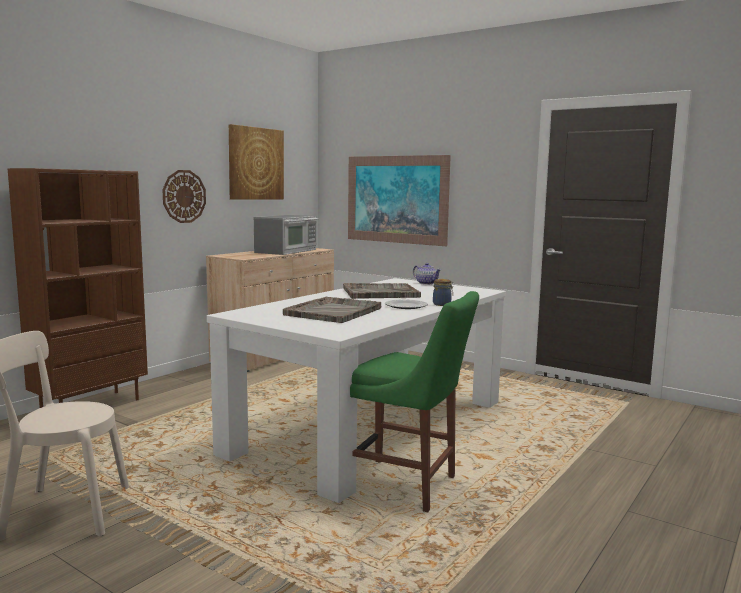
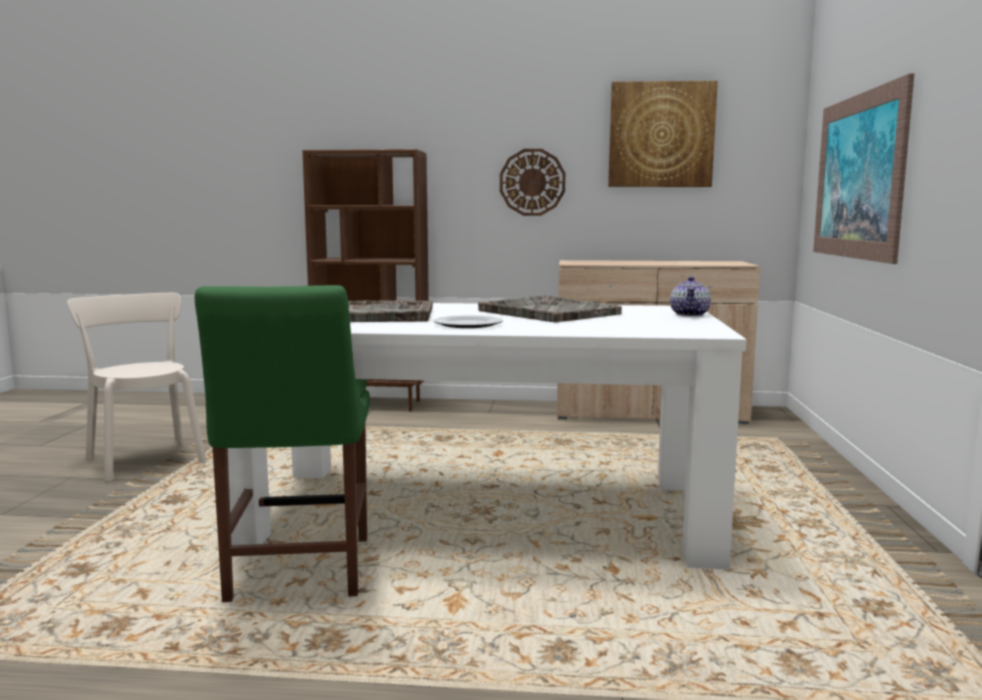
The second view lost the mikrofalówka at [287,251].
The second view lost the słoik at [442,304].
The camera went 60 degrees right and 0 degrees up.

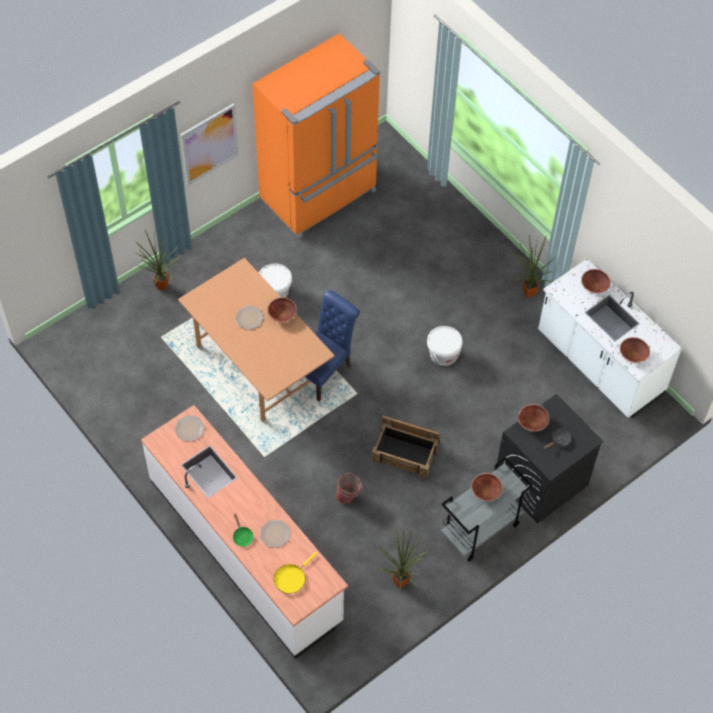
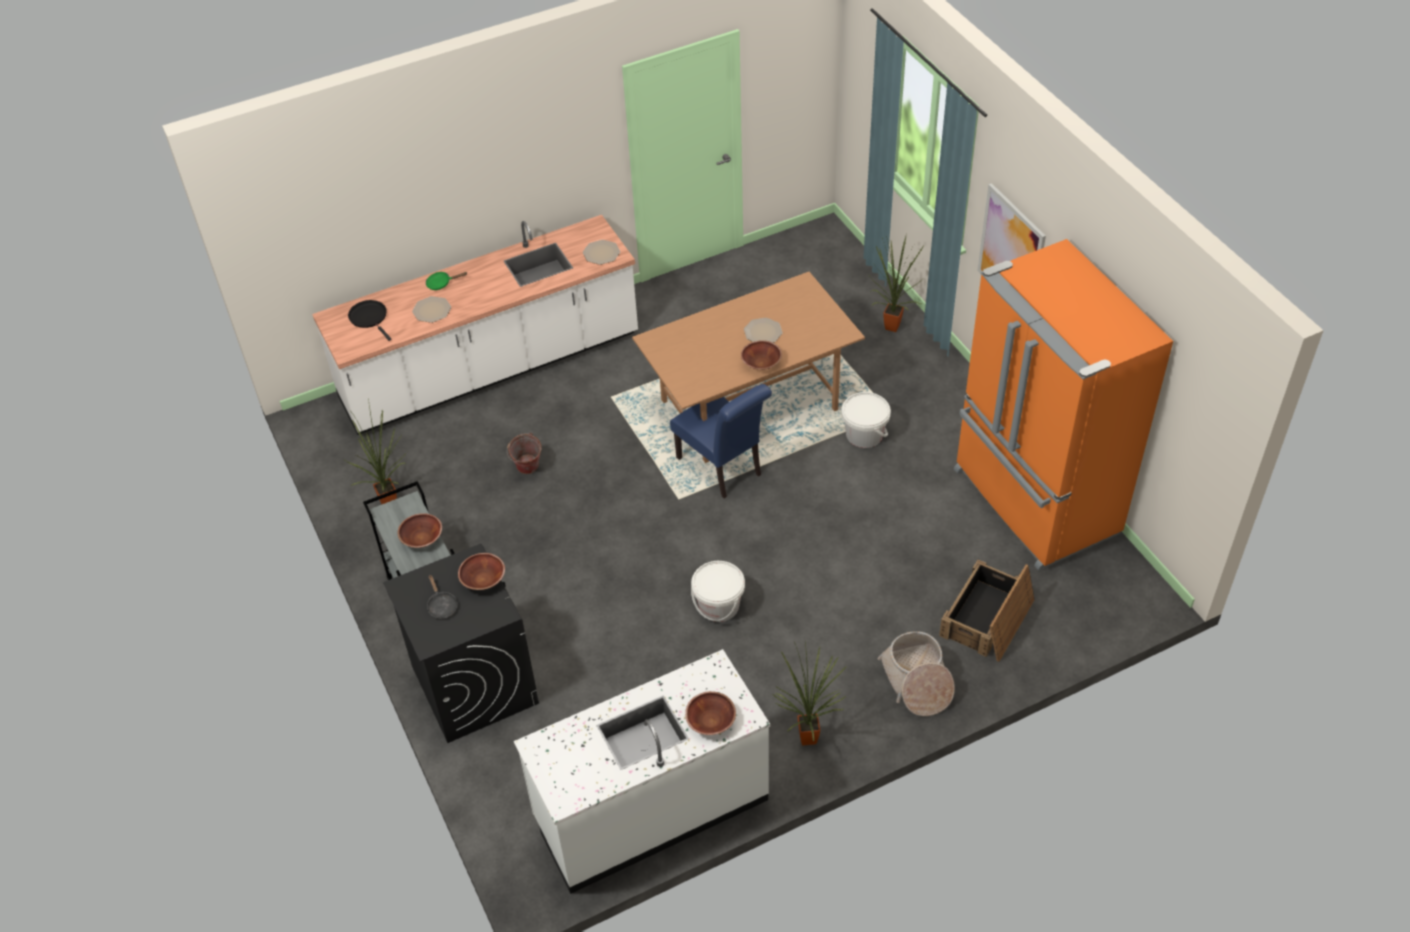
What was the patelnia (żółty) at [291,578] turned into the patelnia (czarny) at [370,318].
The second view gained the koszyk at [917,682].
The skrzynka ended up elsewhere, having gone from [406,451] to [987,619].
The second view lost the miska (brązowy) at [633,354].
The camera went 105 degrees right and 10 degrees down.

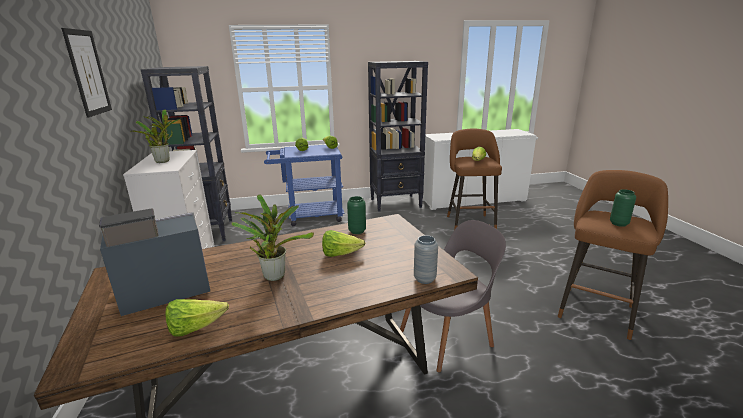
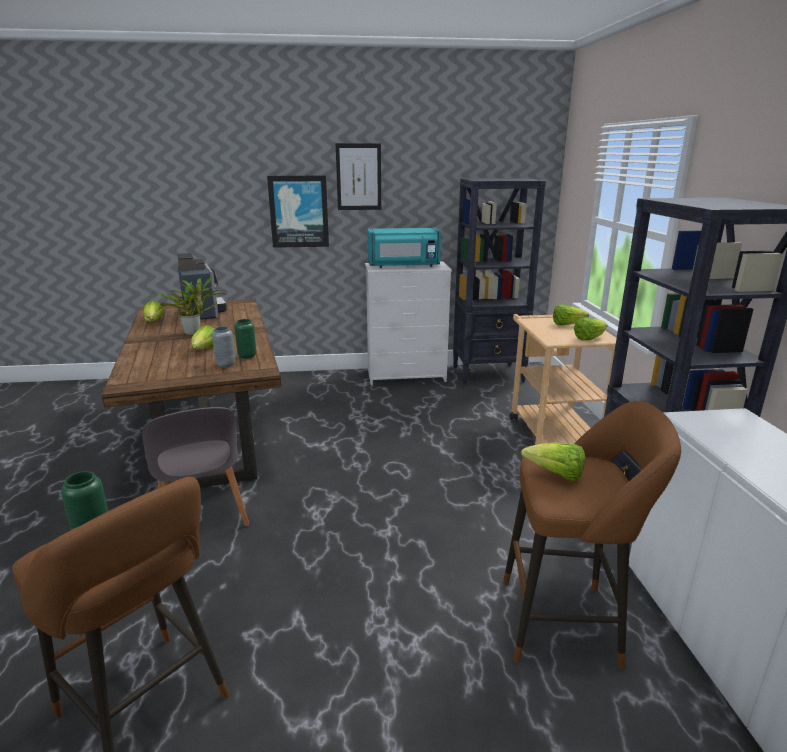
The wazon (szary) ended up elsewhere, having gone from [424,279] to [225,365].
The second view gained the obraz at [299,211].
Where the roślina doniczkowa stood at [164,161], the mikrofalówka (turkusowy) came to stand at [404,266].
What was the wózek (niebieski) at [309,216] turned into the wózek (beżowy) at [550,429].
The camera went 95 degrees right and 0 degrees up.

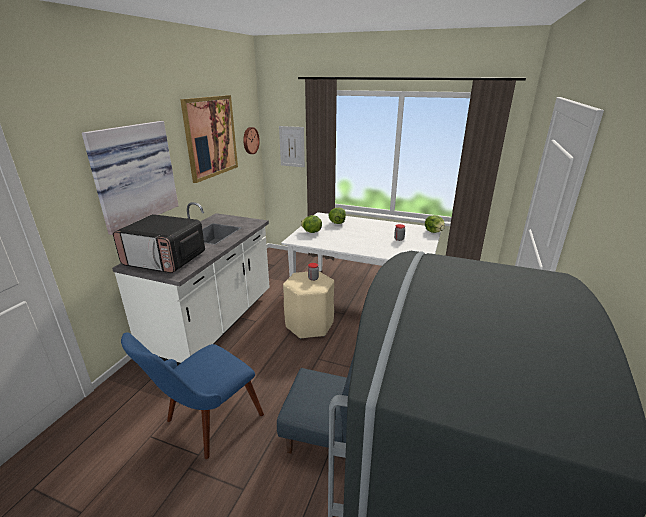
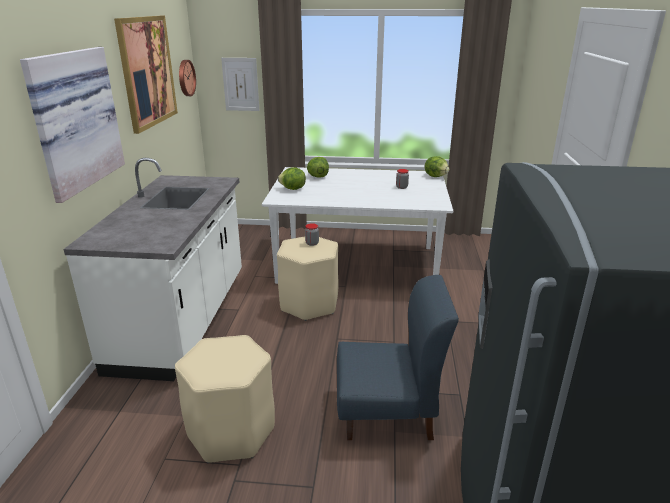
Where the krzesło (niebieski) stood at [205,424], the stołek (beżowy) came to stand at [231,432].
The second view lost the mikrofalówka at [165,260].
The camera went 15 degrees left and 0 degrees up.

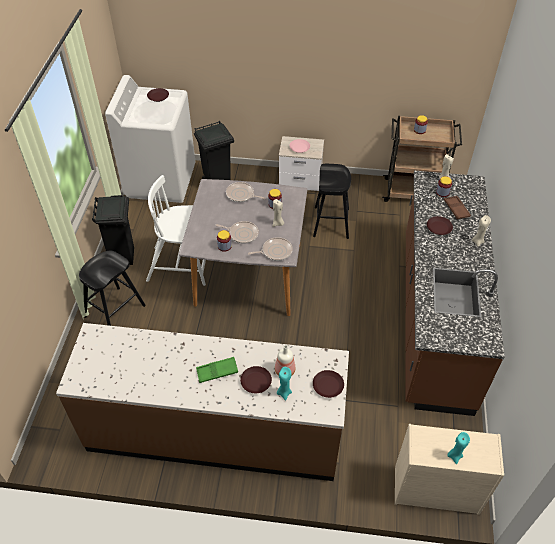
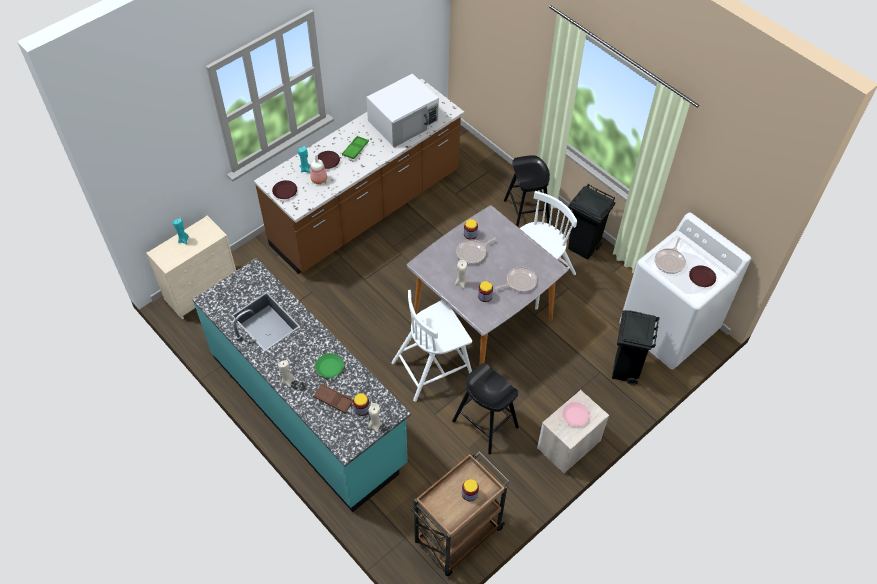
What was the zabudowa kuchenna (brązowy) at [434,318] turned into the zabudowa kuchenna (turkusowy) at [308,409].
What was the talerz (brązowy) at [439,228] turned into the talerz (zielony) at [329,367].
The second view gained the mikrofalówka (biały) at [404,121].
The second view gained the krzesło (biały) at [433,368].
The patelnia ended up elsewhere, having gone from [275,251] to [670,261].
The camera went 130 degrees right and 5 degrees up.

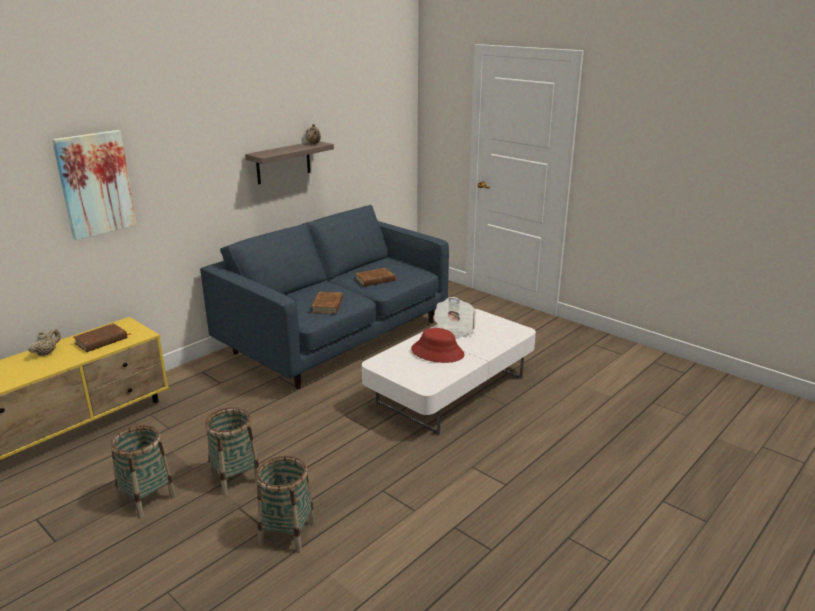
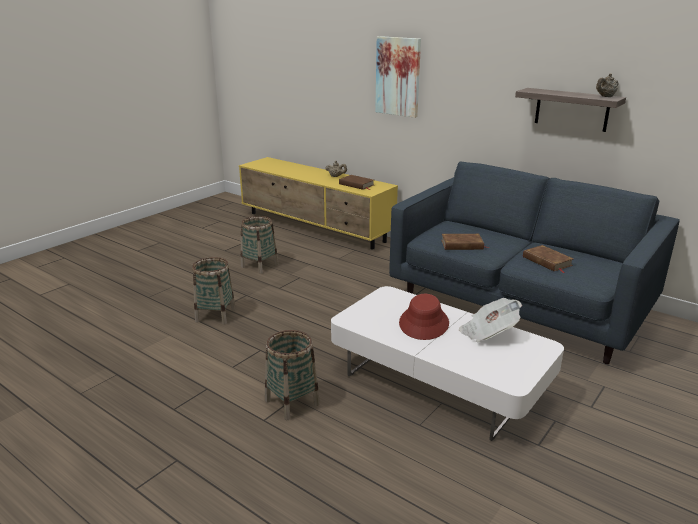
The koszyk ended up elsewhere, having gone from [235,478] to [292,402].
The camera went 85 degrees right and 0 degrees up.

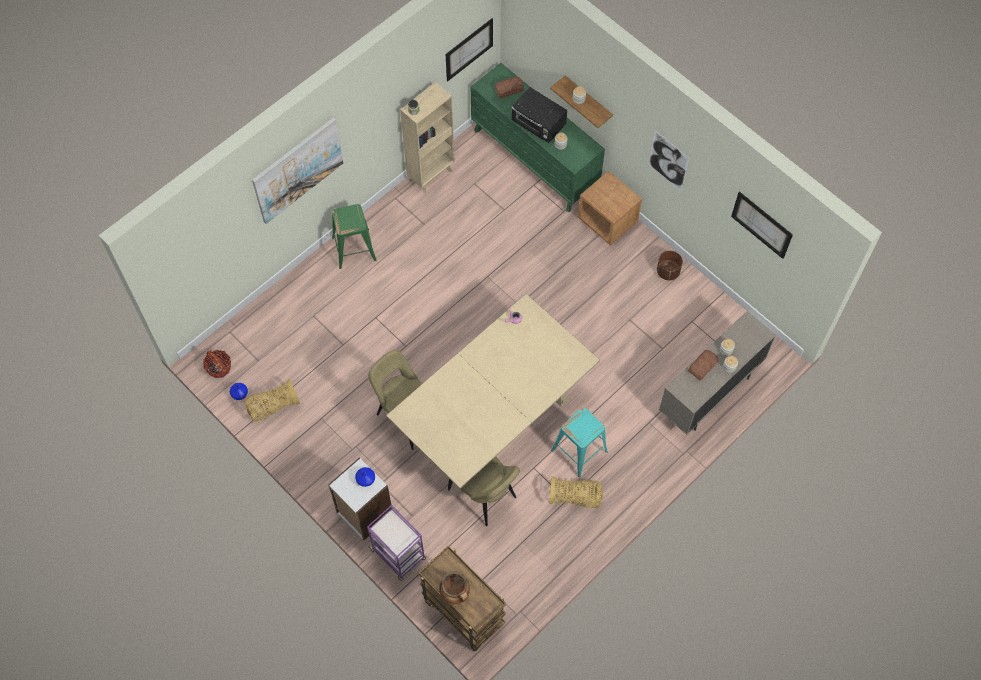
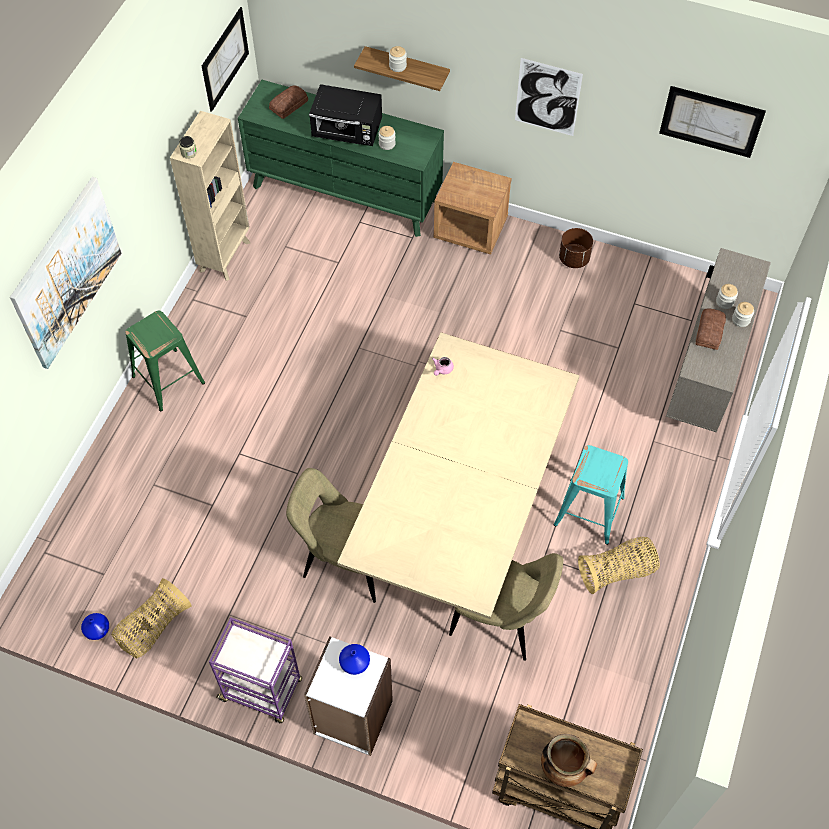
The wózek (fioletowy) ended up elsewhere, having gone from [398,555] to [262,690].
The second view lost the koszyk at [219,367].
The camera went 25 degrees left and 5 degrees down.

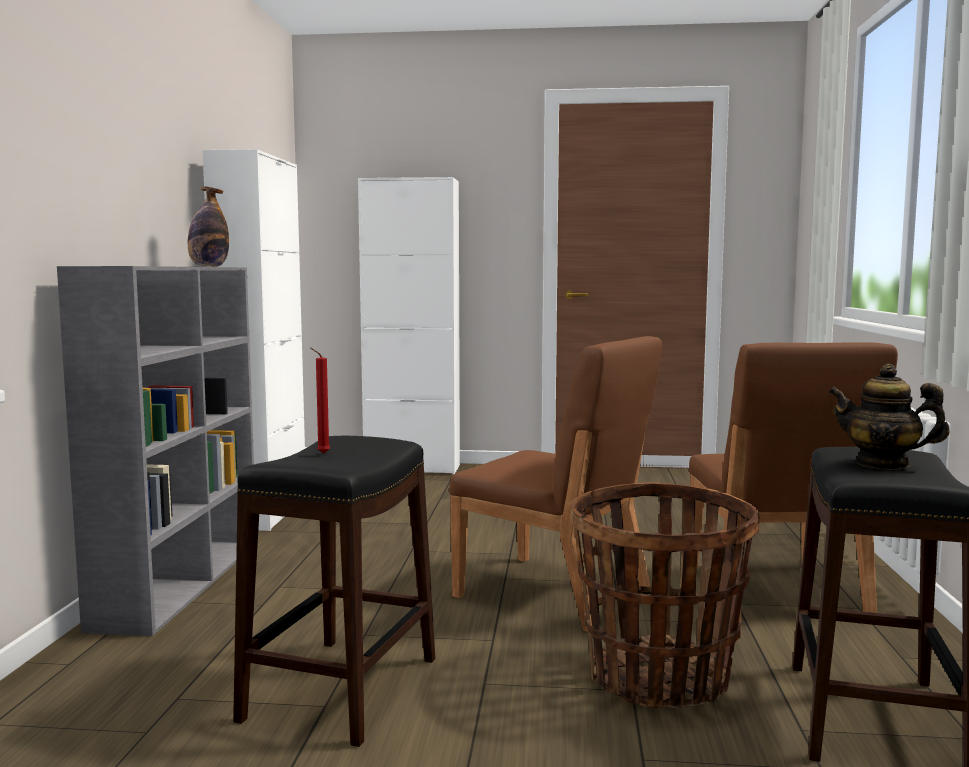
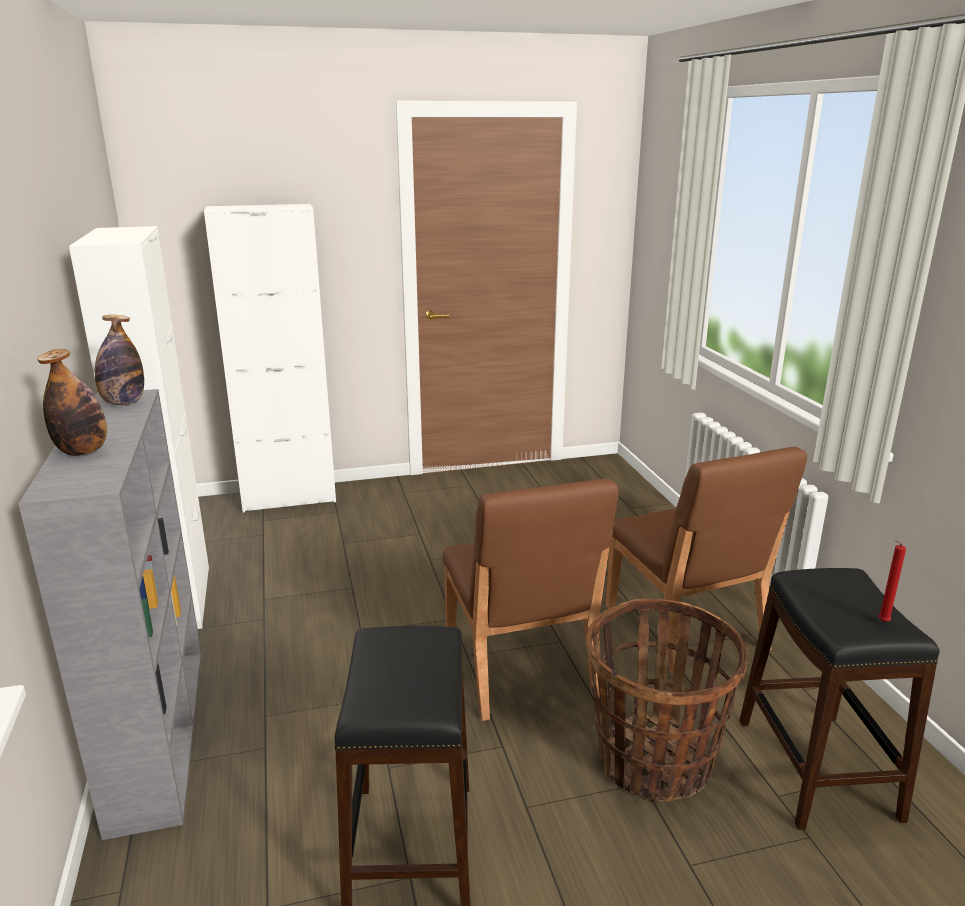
The second view gained the butelka at [83,451].
The krzesło (brązowy) at [555,592] ended up facing another way, 60 degrees clockwise from before.
The świeca (czerwony) ended up elsewhere, having gone from [321,453] to [881,622].
The second view lost the imbryk at [883,464].
The camera went 20 degrees left and 15 degrees up.

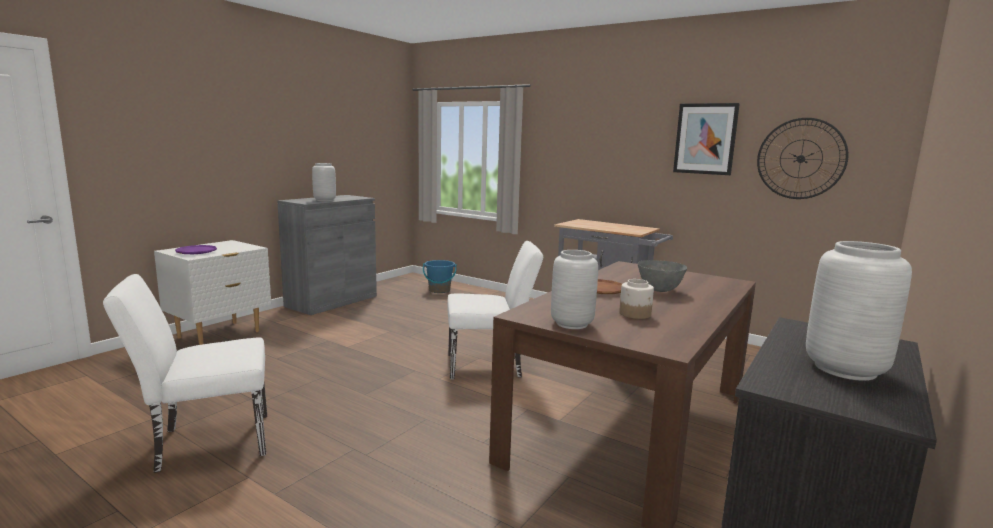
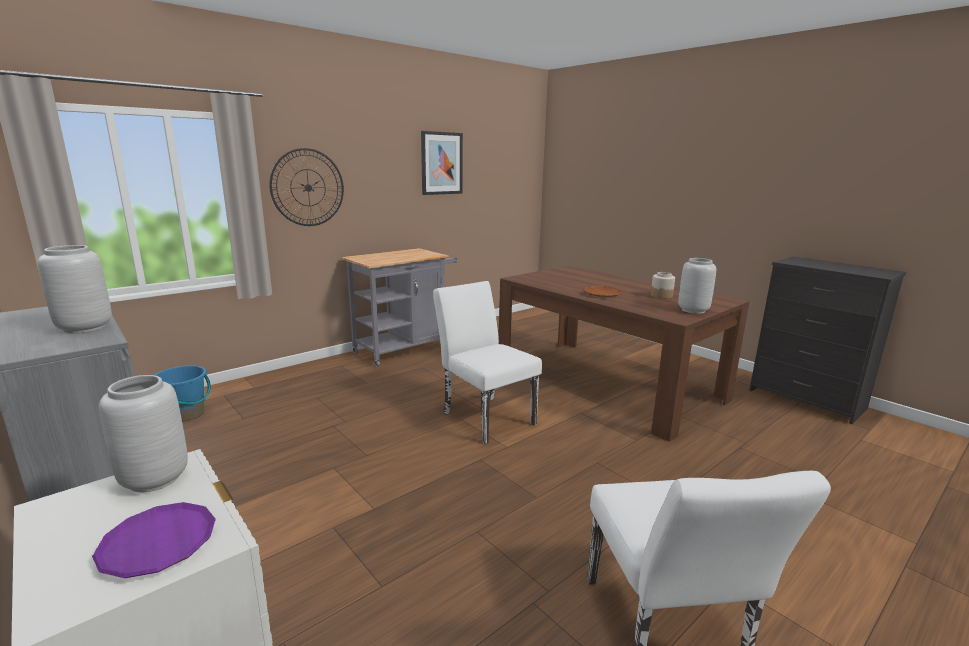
The wazon (szary) ended up elsewhere, having gone from [844,369] to [154,478].
The zegar ścienny ended up elsewhere, having gone from [801,159] to [308,187].
The krzesło (biały) at [490,365] ended up facing another way, 45 degrees counterclockwise from before.
The second view lost the miska (szary) at [659,290].
The camera went 75 degrees left and 5 degrees up.

